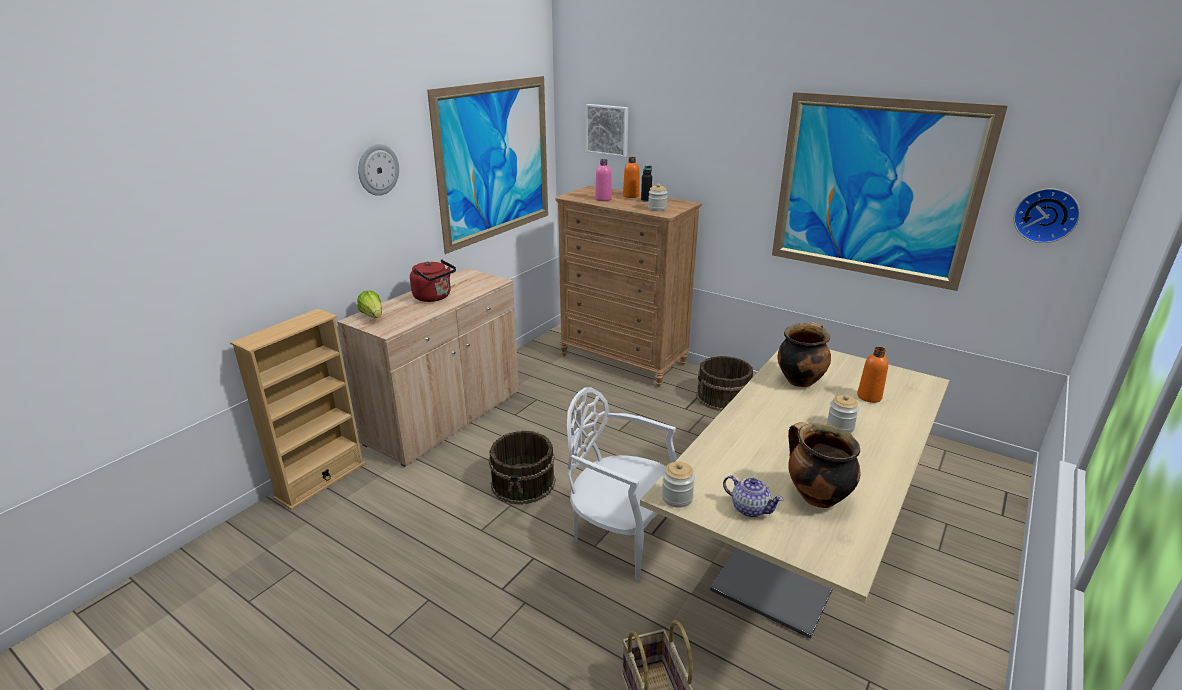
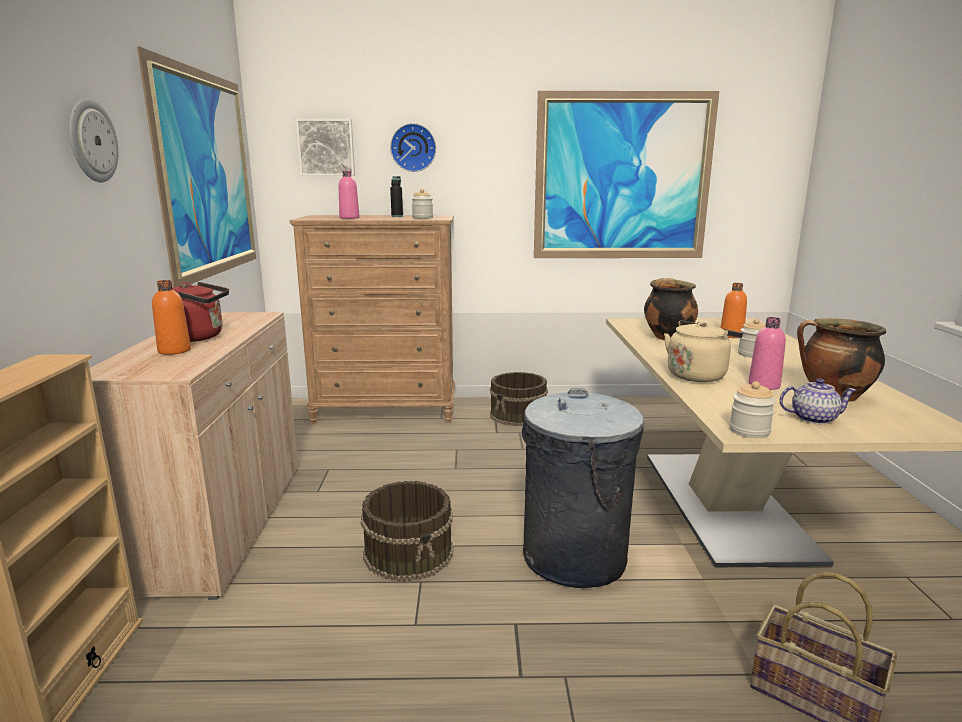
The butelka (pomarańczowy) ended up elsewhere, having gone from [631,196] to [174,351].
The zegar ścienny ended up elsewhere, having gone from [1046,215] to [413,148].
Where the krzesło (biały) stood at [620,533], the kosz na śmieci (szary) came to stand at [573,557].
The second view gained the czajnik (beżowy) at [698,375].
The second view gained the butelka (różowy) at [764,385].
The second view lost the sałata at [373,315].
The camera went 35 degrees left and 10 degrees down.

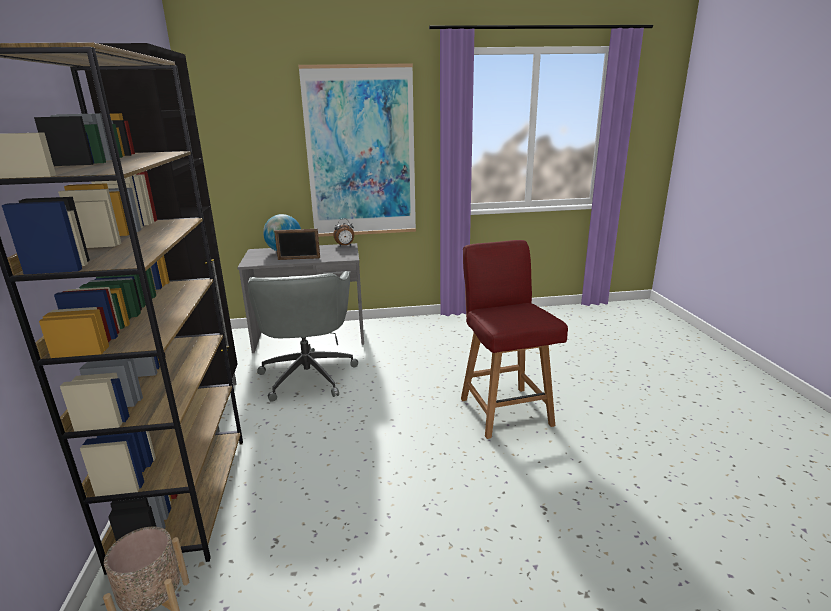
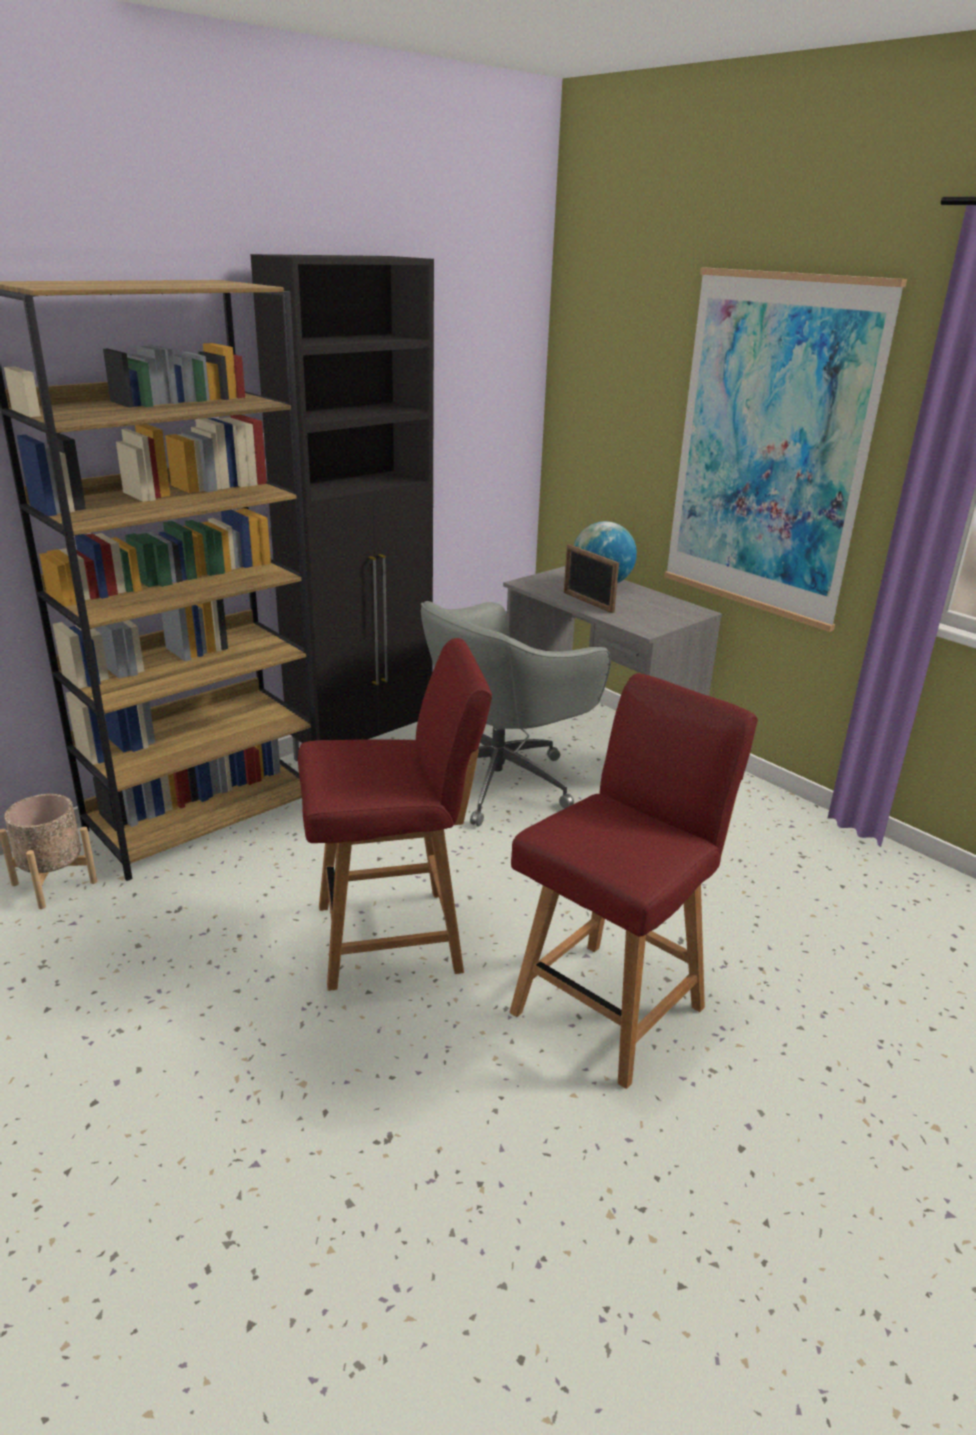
The second view gained the krzesło (czerwony) at [393,937].
The second view lost the budzik at [345,246].
The camera went 55 degrees right and 5 degrees up.

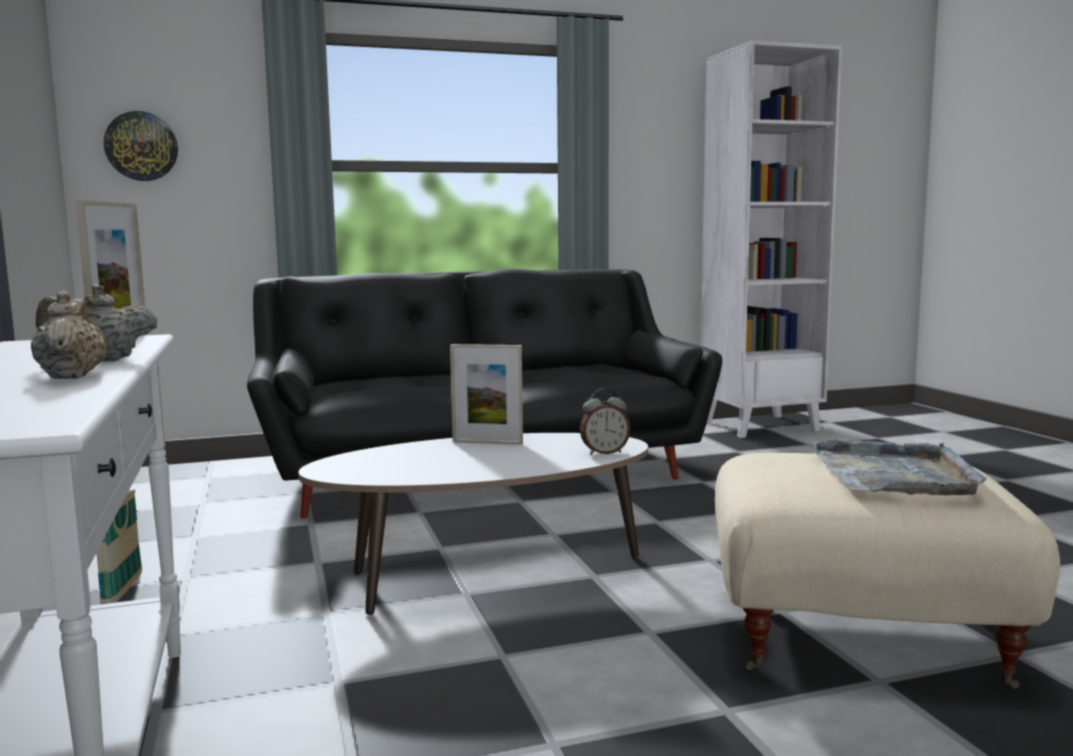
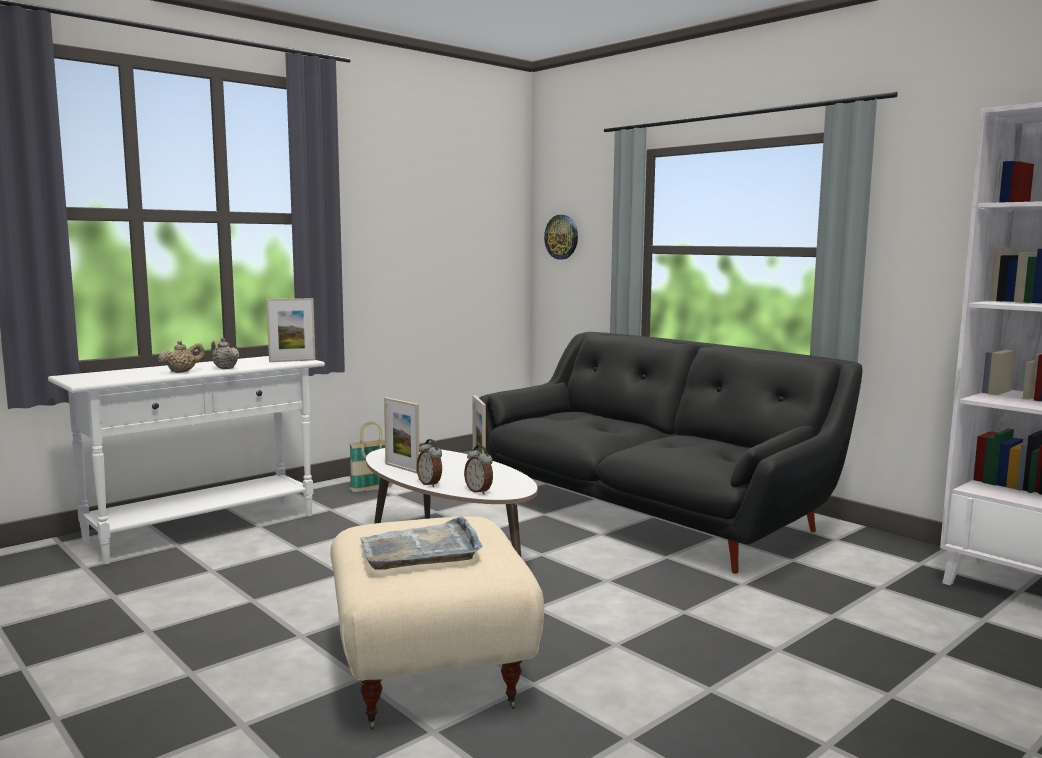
The second view gained the ramka na zdjęcie at [402,468].
The second view gained the budzik at [430,484].
The camera went 65 degrees right and 0 degrees up.

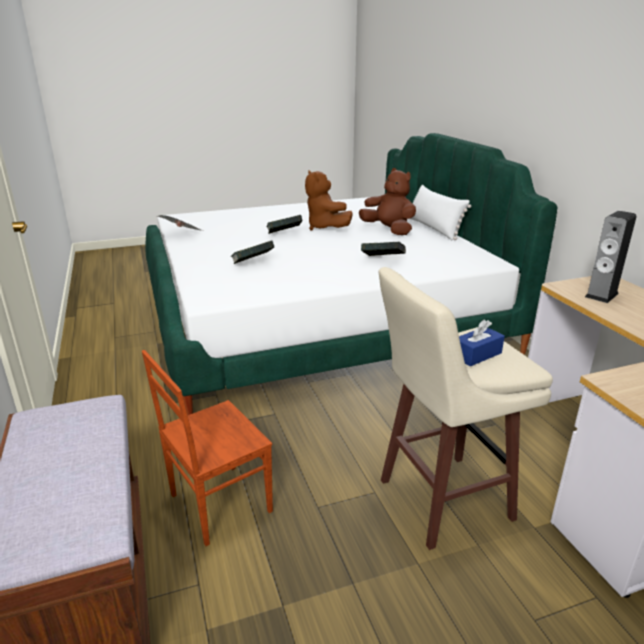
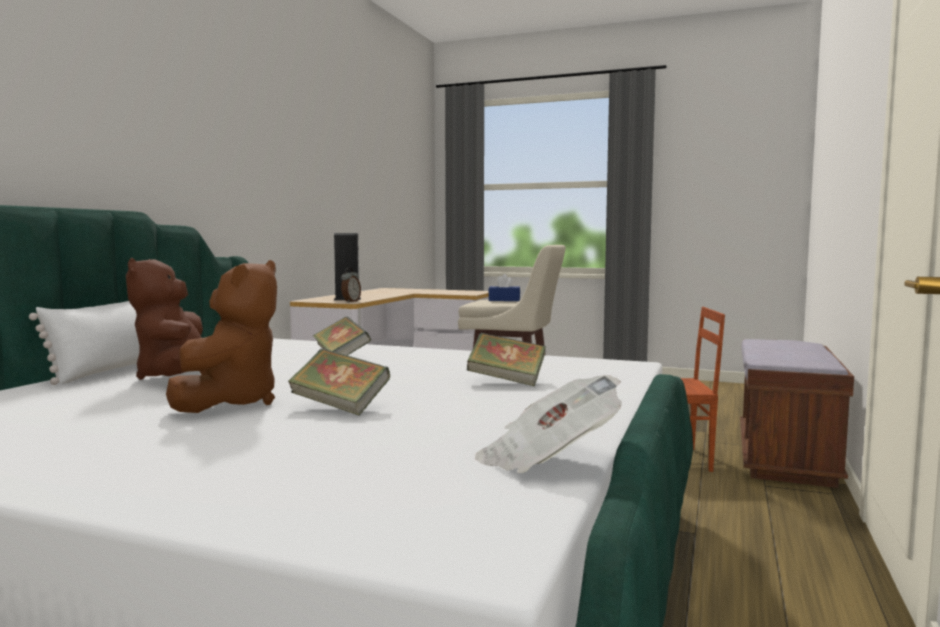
The second view gained the budzik at [350,302].
The camera went 140 degrees left and 20 degrees down.

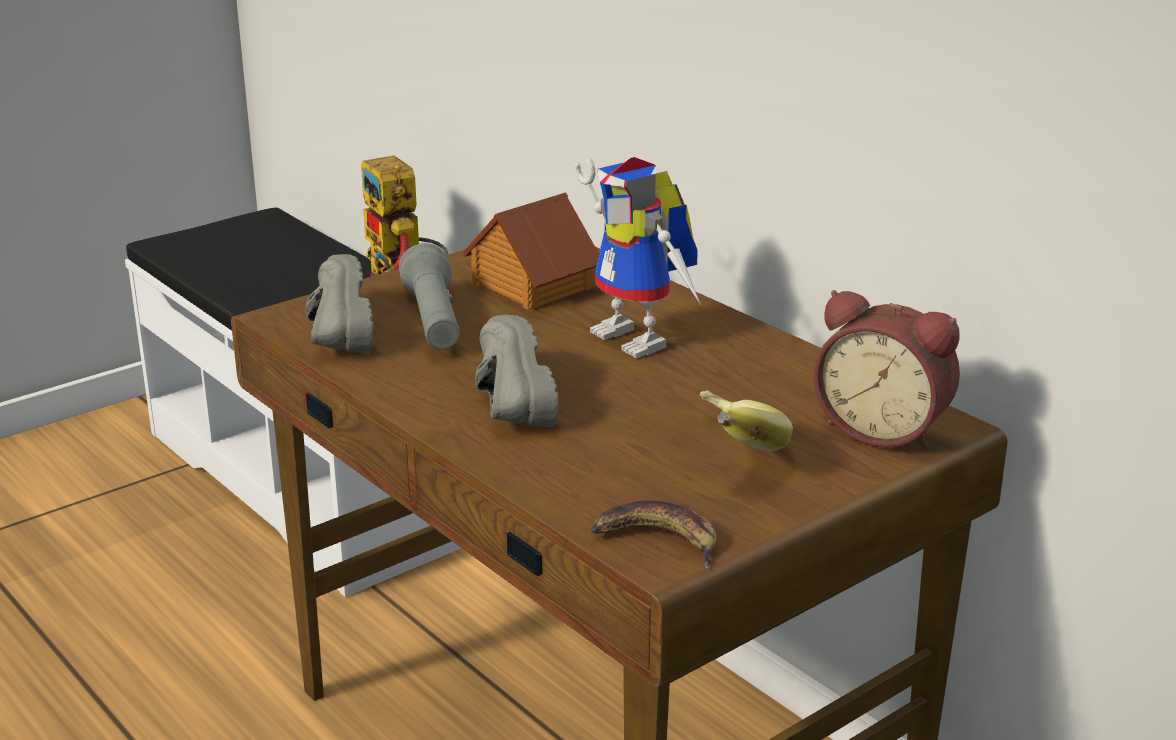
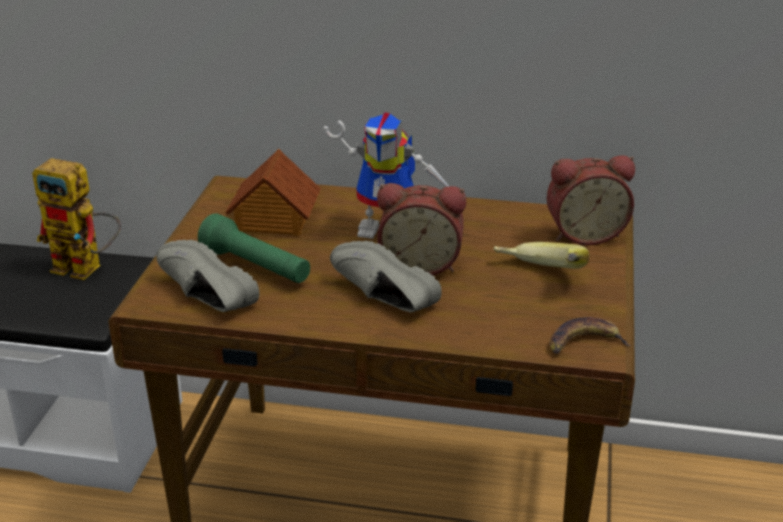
What was the latarka (szary) at [434,322] turned into the latarka (zielony) at [256,267].
The second view gained the budzik at [420,264].
The camera went 40 degrees left and 5 degrees up.

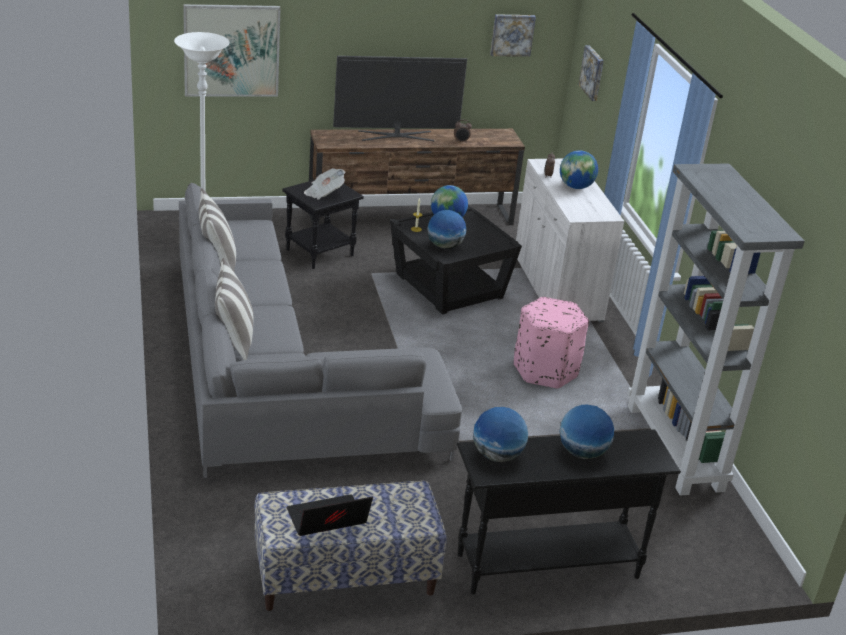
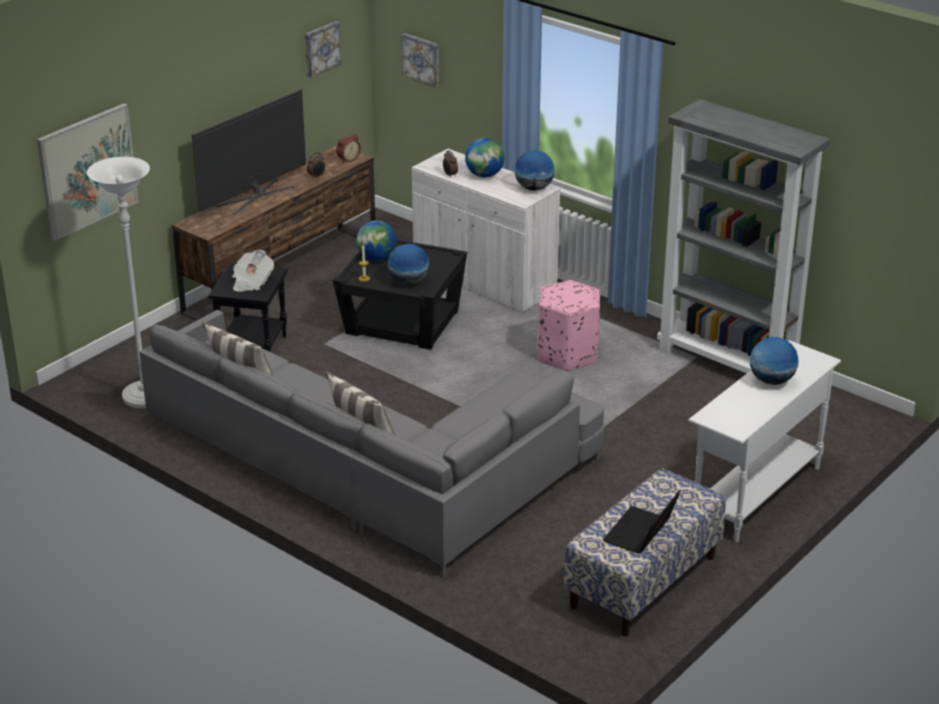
The second view gained the budzik at [347,159].
The globus ended up elsewhere, having gone from [497,456] to [534,188].
What was the stolik konsolowy (czarny) at [547,565] turned into the stolik konsolowy (biały) at [756,494].
The camera went 35 degrees left and 0 degrees up.

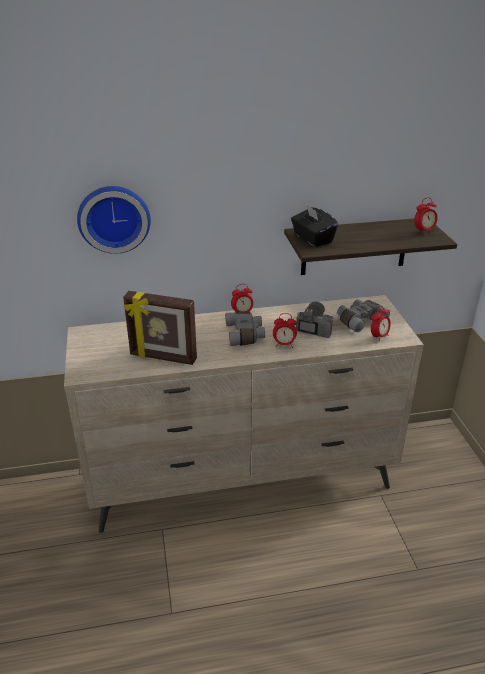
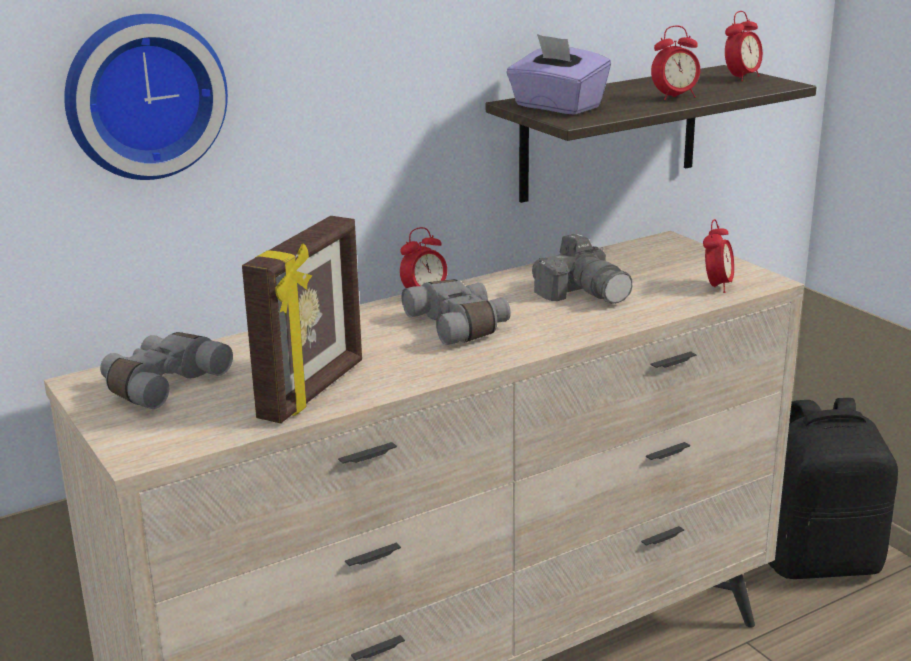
The lornetka (szary) ended up elsewhere, having gone from [359,320] to [161,384].
The ramka na zdjęcie at [163,358] ended up facing another way, 60 degrees counterclockwise from before.
What was the pudełko chusteczek (czarny) at [312,239] turned into the pudełko chusteczek (fioletowy) at [557,107].
The aparat fotograficzny at [313,327] ended up facing another way, 150 degrees clockwise from before.
The budzik ended up elsewhere, having gone from [284,344] to [675,97].
The second view gained the plecak (czarny) at [820,560].
The camera went 20 degrees left and 10 degrees down.

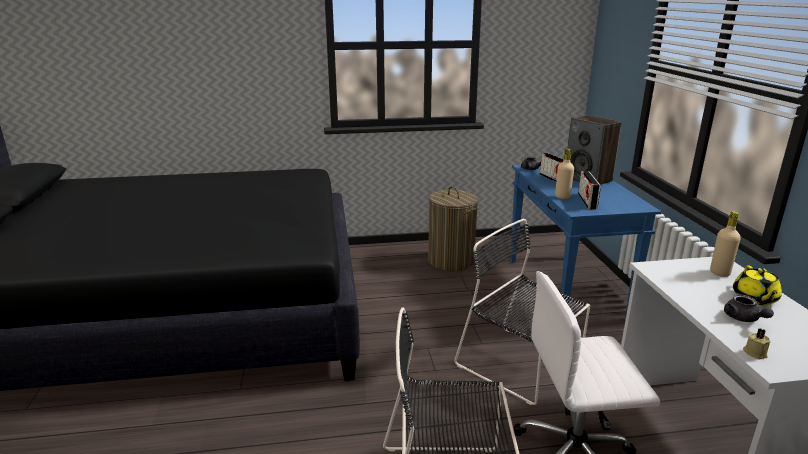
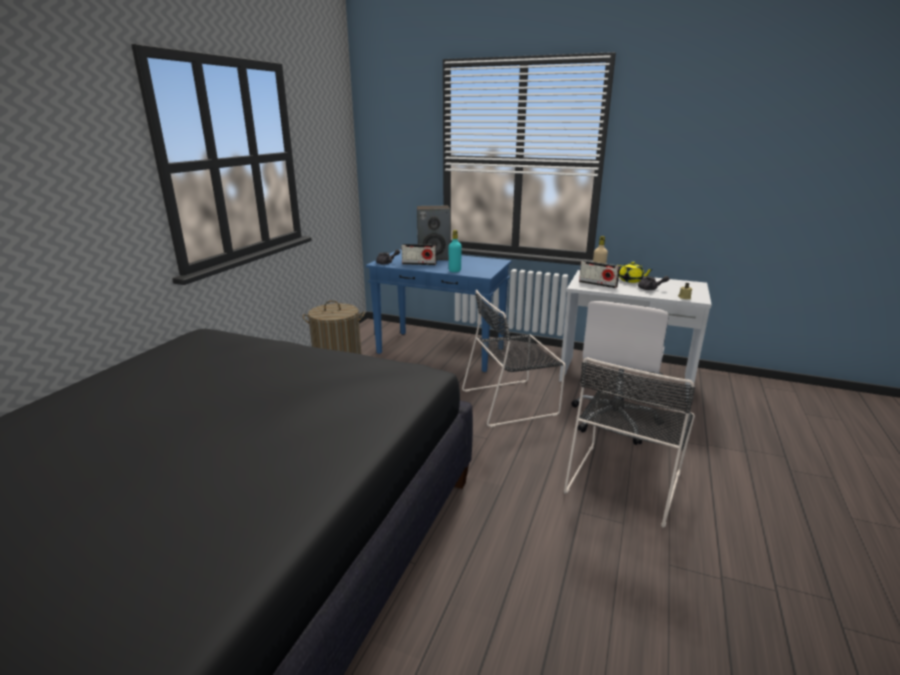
What was the butelka (beżowy) at [562,197] turned into the butelka (turkusowy) at [454,271].
The radio ended up elsewhere, having gone from [587,201] to [598,284].
The camera went 60 degrees left and 0 degrees up.

